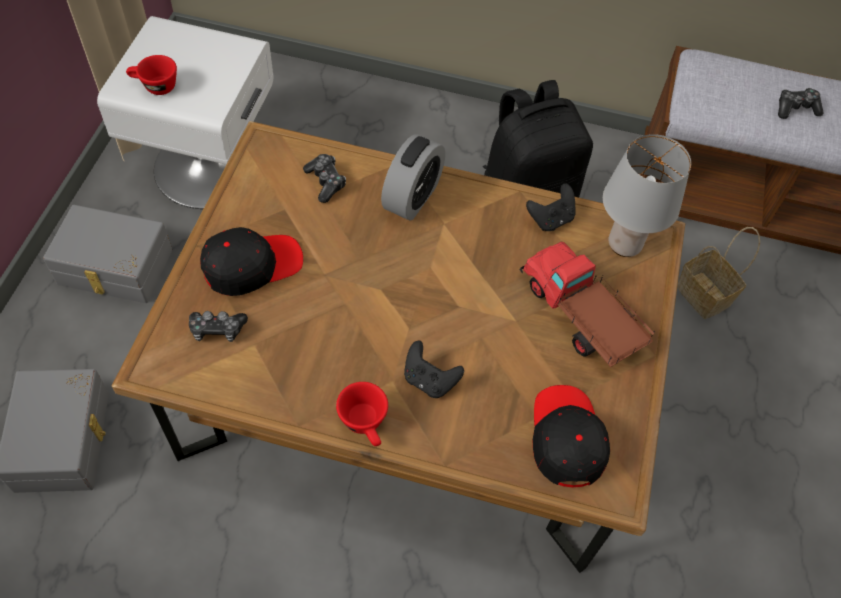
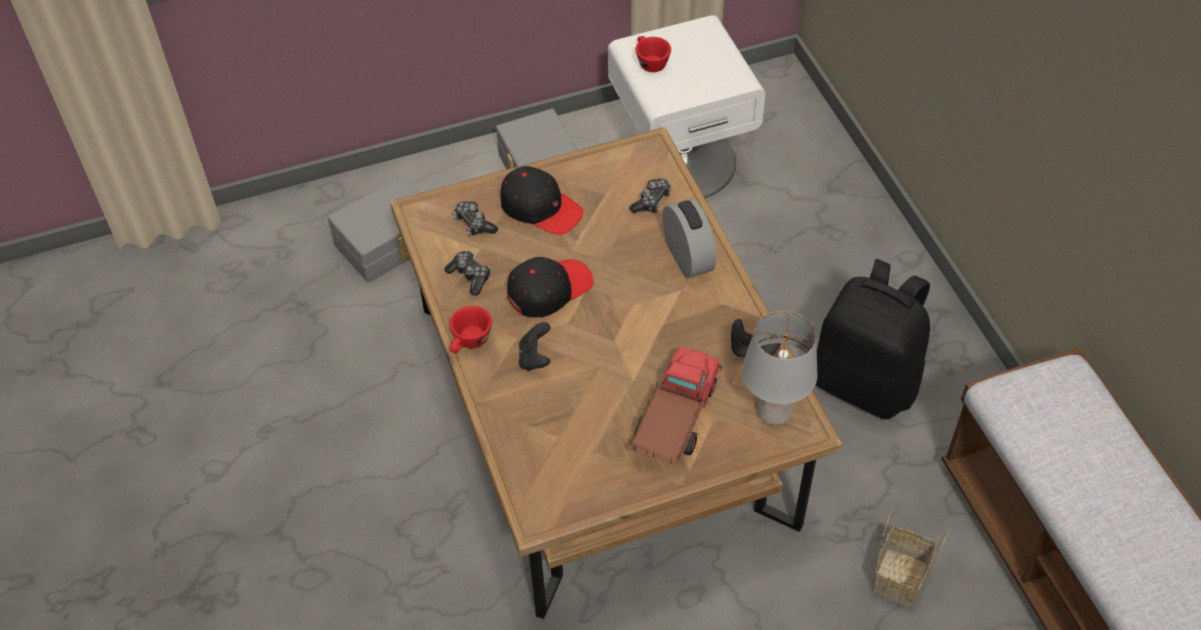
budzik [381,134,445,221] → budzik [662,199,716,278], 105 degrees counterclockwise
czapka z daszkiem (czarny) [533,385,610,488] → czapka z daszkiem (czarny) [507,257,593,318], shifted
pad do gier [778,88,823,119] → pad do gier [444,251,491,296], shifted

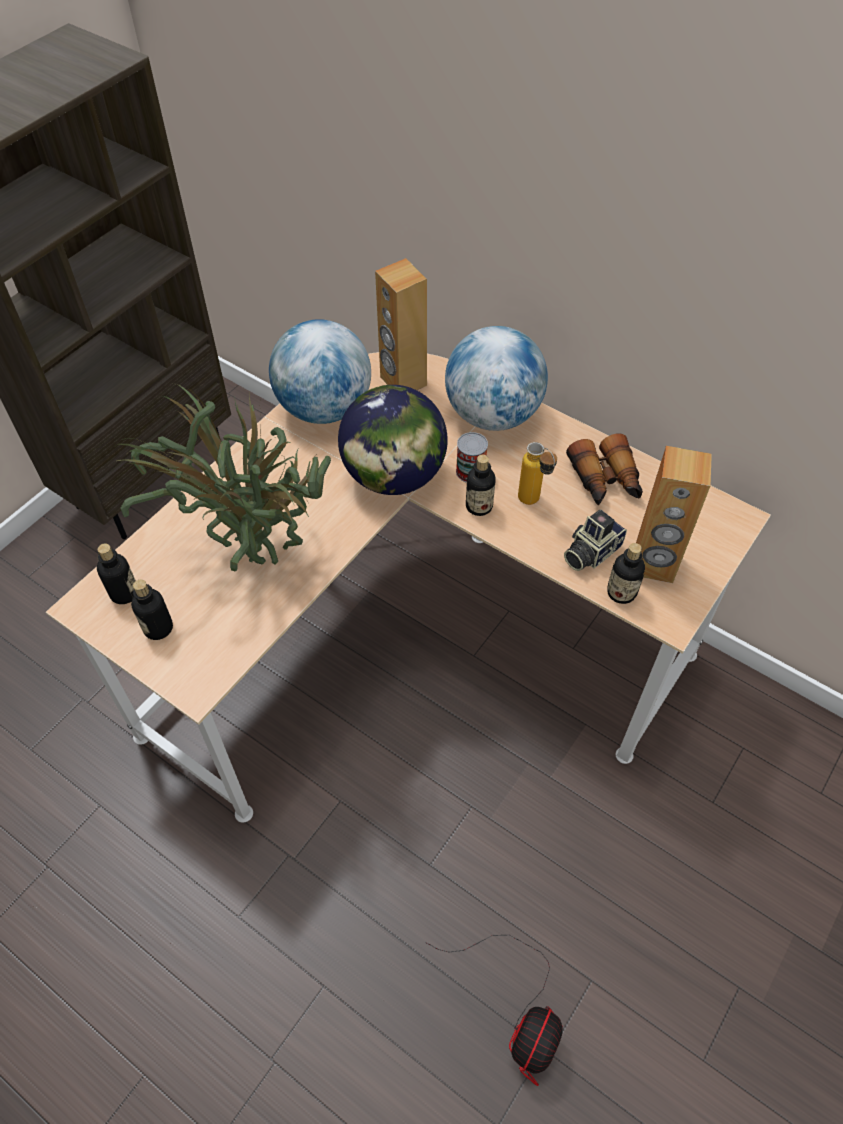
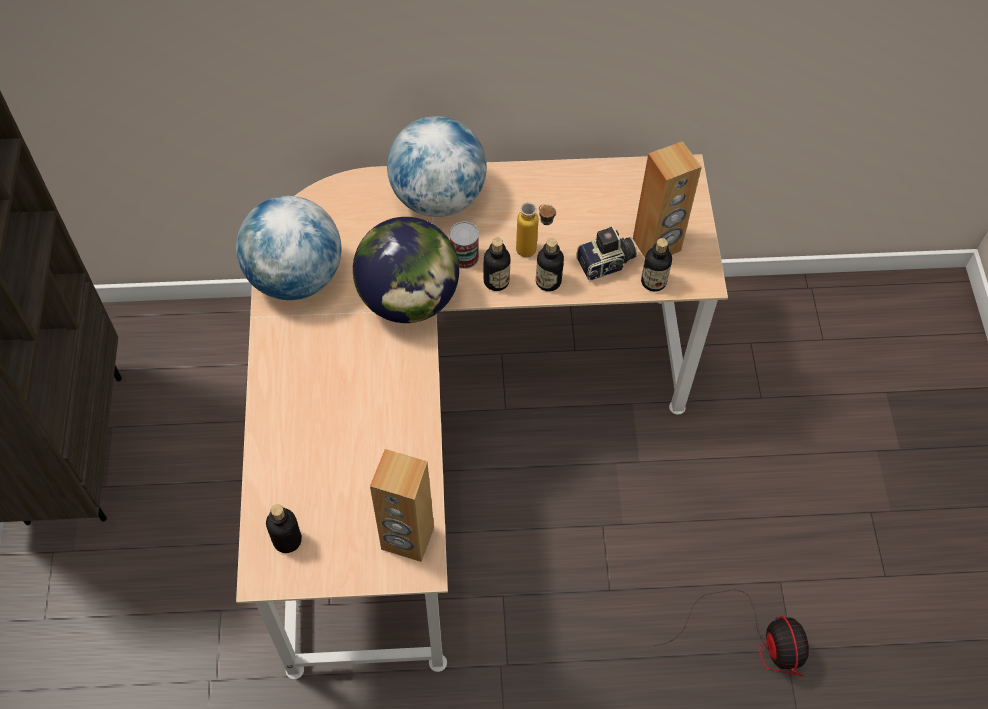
roślina doniczkowa [113,384,331,571] → -
butelka [131,580,173,640] → butelka [536,238,564,291], shifted
głośnik (brązowy) [375,258,427,390] → głośnik (brązowy) [370,449,434,562], shifted
aparat fotograficzny [564,509,627,571] → aparat fotograficzny [577,225,637,281], 120 degrees counterclockwise
lornetka [566,433,643,506] → -

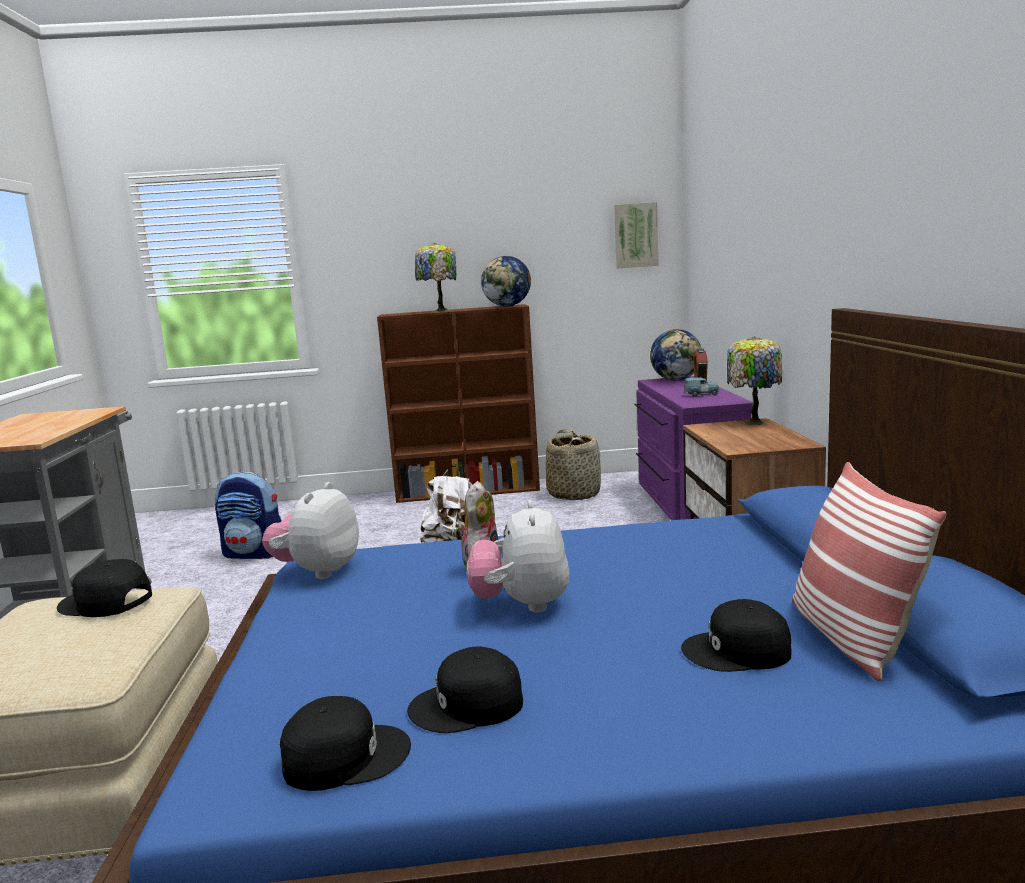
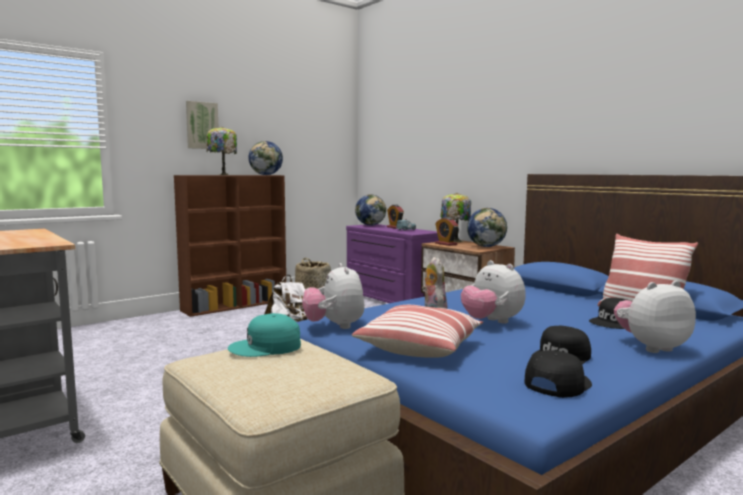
czapka z daszkiem (czarny) [57,559,152,617] → czapka z daszkiem (turkusowy) [228,313,301,357]
plecak [215,472,282,559] → -
obraz [614,202,659,268] → obraz [186,101,218,149], shifted
- → poduszka [352,305,483,358]
- → budzik [435,217,458,246]
- → globus [467,208,507,247]
- → pluszak [614,281,696,353]

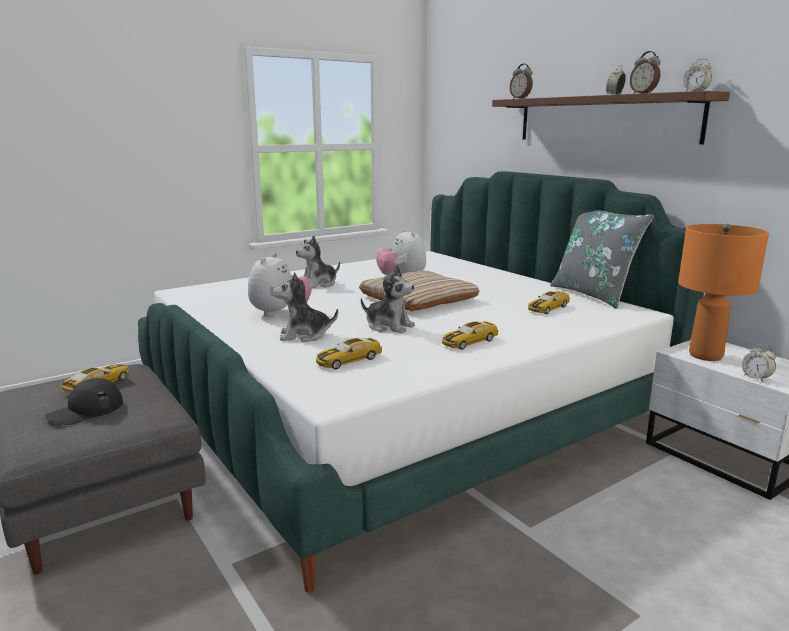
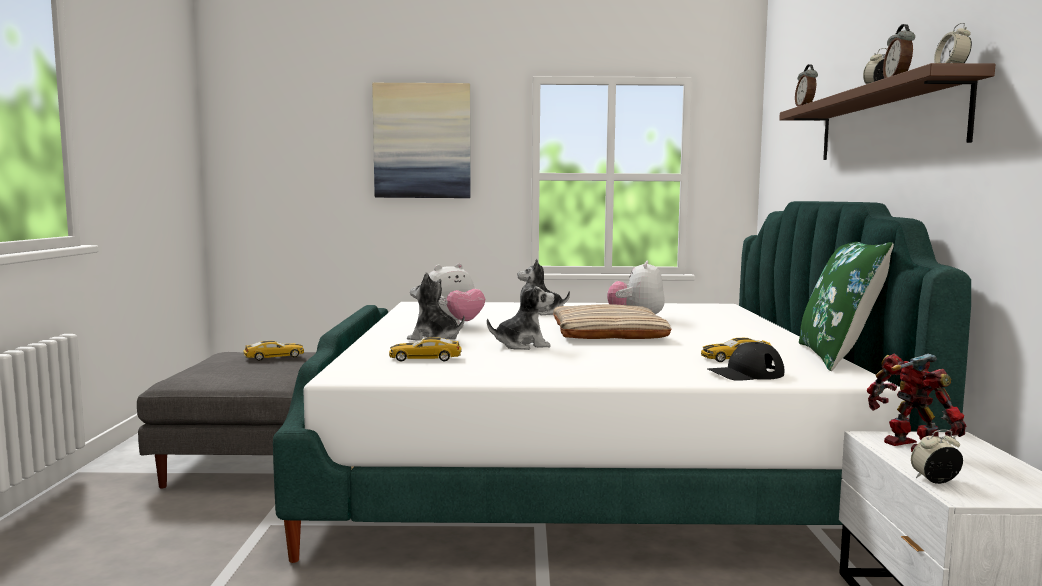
czapka z daszkiem (czarny) [45,378,123,425] → czapka z daszkiem (czarny) [707,342,784,381], shifted
pluszak [361,265,415,333] → pluszak [487,275,554,350], 75 degrees counterclockwise
samochodzik [442,321,499,350] → -
poduszka (szary) [550,210,654,309] → poduszka (zielony) [799,242,894,371]
lampa stołowa (pomarańczowy) [678,224,769,361] → robot zabawkowy [867,354,966,452]
budzik [742,344,776,382] → budzik [911,429,963,484], 75 degrees clockwise
- → obraz [372,83,471,198]

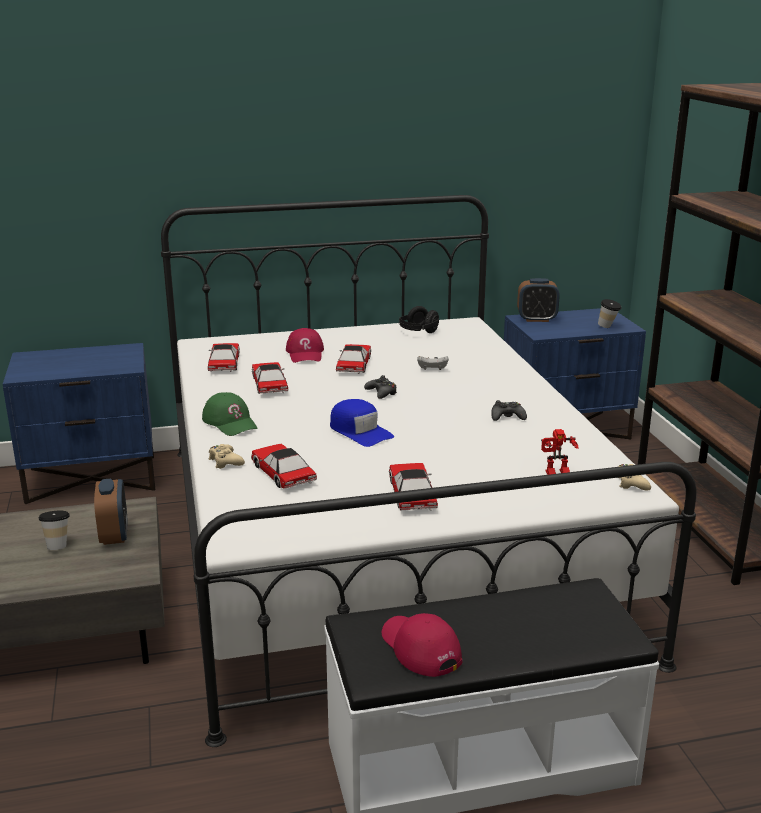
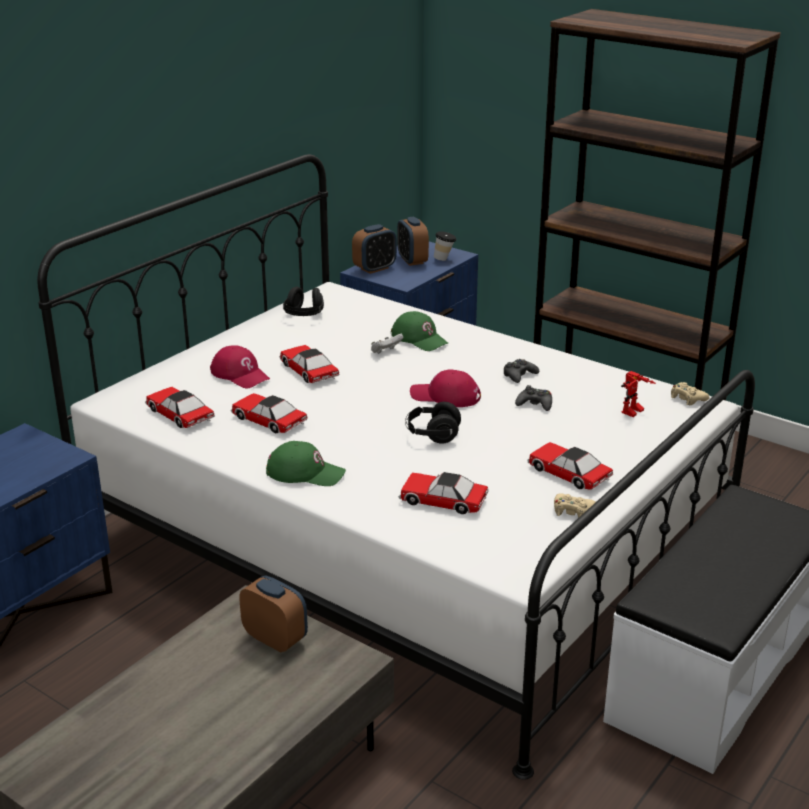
filiżanka [38,511,70,550] → -
pad do gier (beżowy) [209,444,245,469] → pad do gier (beżowy) [554,493,596,518], shifted
czapka z daszkiem (niebieski) [330,399,394,447] → słuchawki (czarny) [406,402,461,444]
pad do gier (czarny) [364,375,397,399] → pad do gier (czarny) [515,385,552,411], shifted
czapka z daszkiem (czerwony) [382,613,463,677] → czapka z daszkiem (czerwony) [410,369,481,407], shifted
- → czapka z daszkiem (zielony) [391,311,449,351]
- → budzik [397,217,429,266]

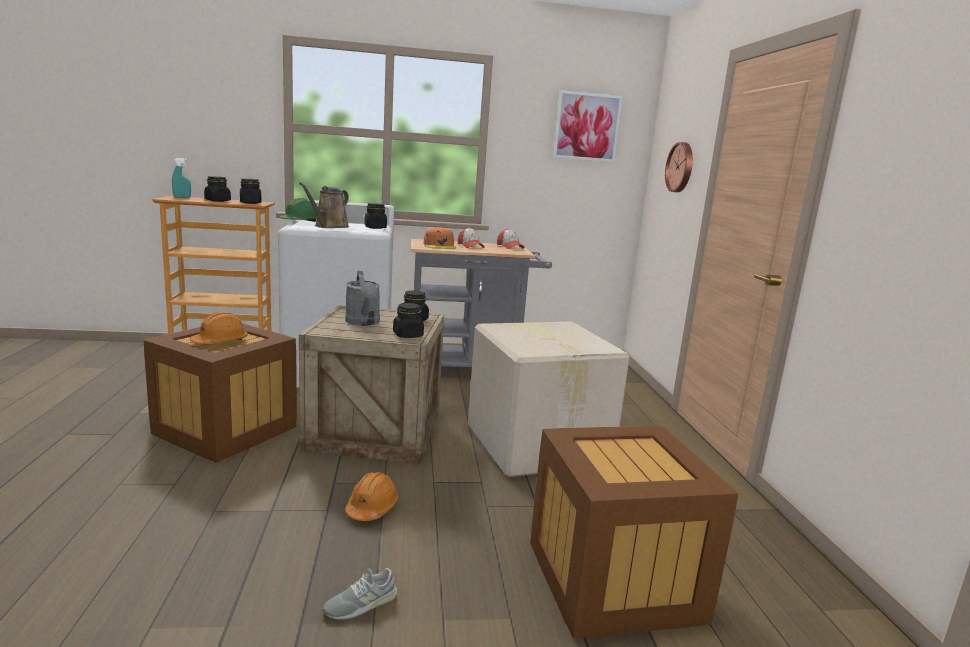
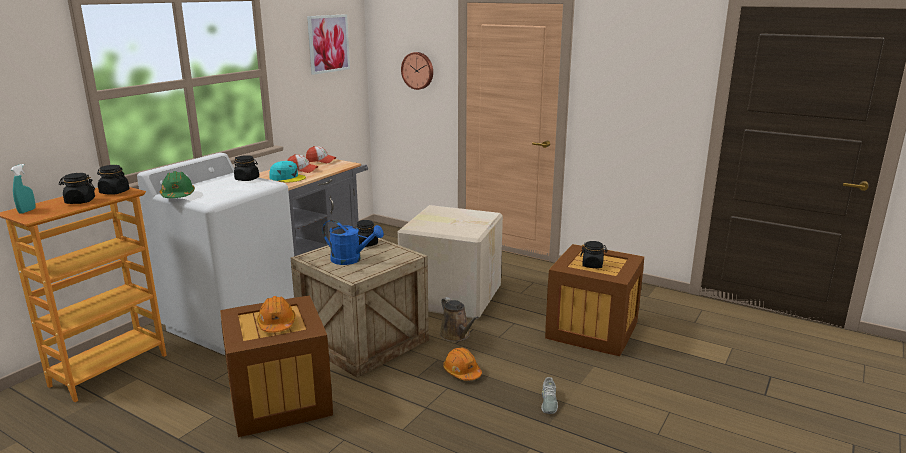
konewka (brązowy) [299,183,349,228] → konewka (brązowy) [440,297,479,342], shifted
konewka (szary) [345,271,380,326] → konewka (niebieski) [322,220,384,265]
słoik (czarny) [393,303,424,338] → słoik (czarny) [580,241,608,268], shifted
czapka z daszkiem (pomarańczowy) [424,227,456,249] → czapka z daszkiem (turkusowy) [269,161,306,183]

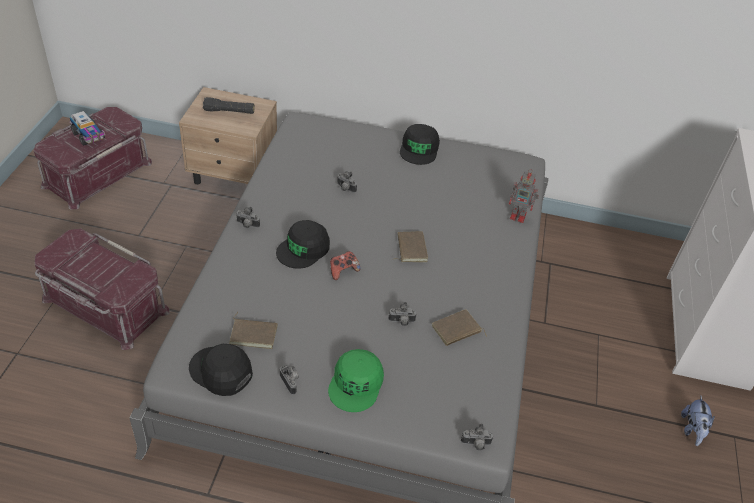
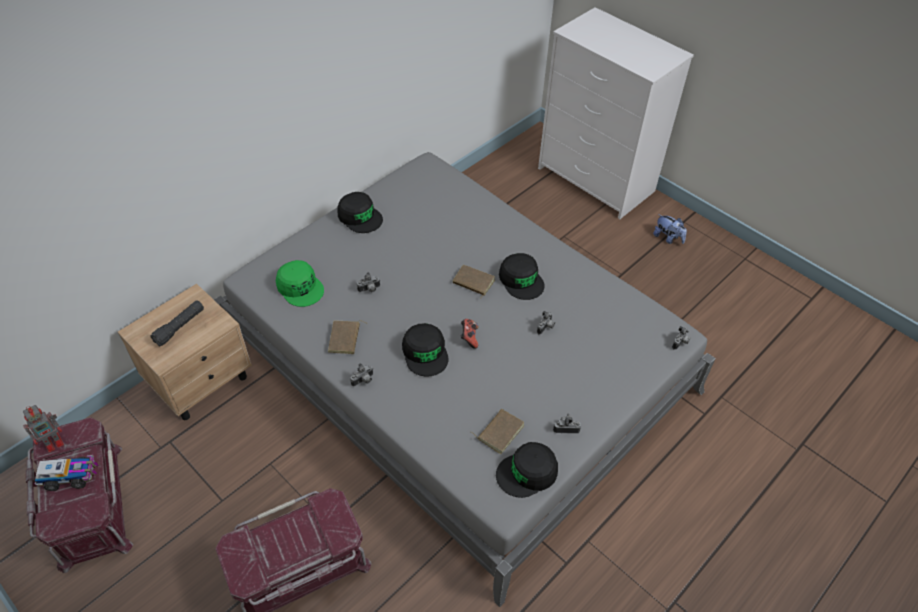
czapka z daszkiem (zielony) [328,349,384,412] → czapka z daszkiem (zielony) [276,260,324,307], shifted
książka (brązowy) [432,309,487,346] → książka (brązowy) [328,320,368,354], shifted
robot zabawkowy [509,169,539,223] → robot zabawkowy [23,405,64,453], shifted
- → czapka z daszkiem (czarny) [499,253,545,300]

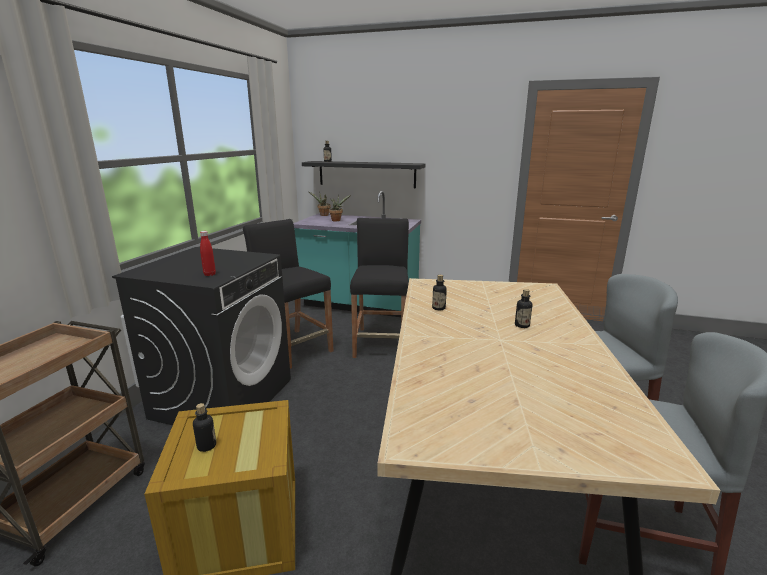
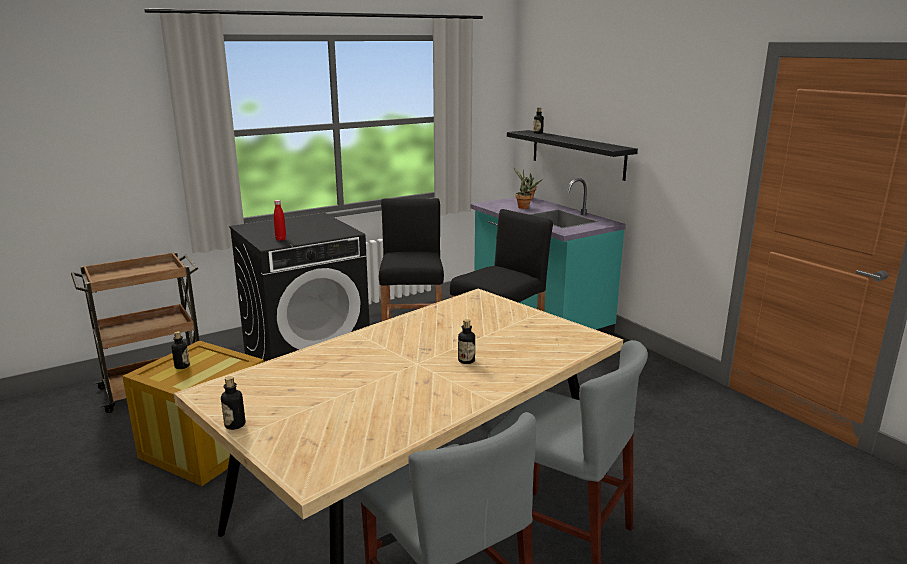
butelka [432,275,447,310] → butelka [221,376,245,430], shifted

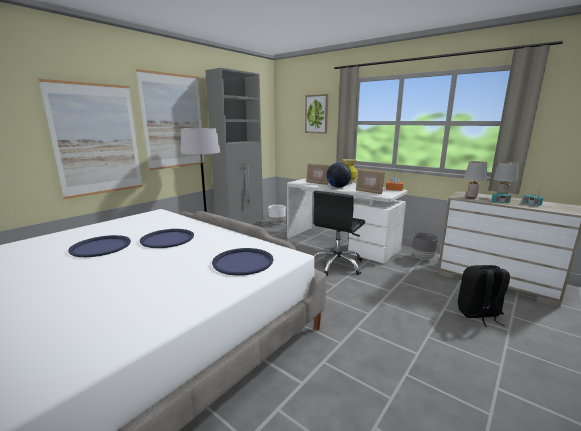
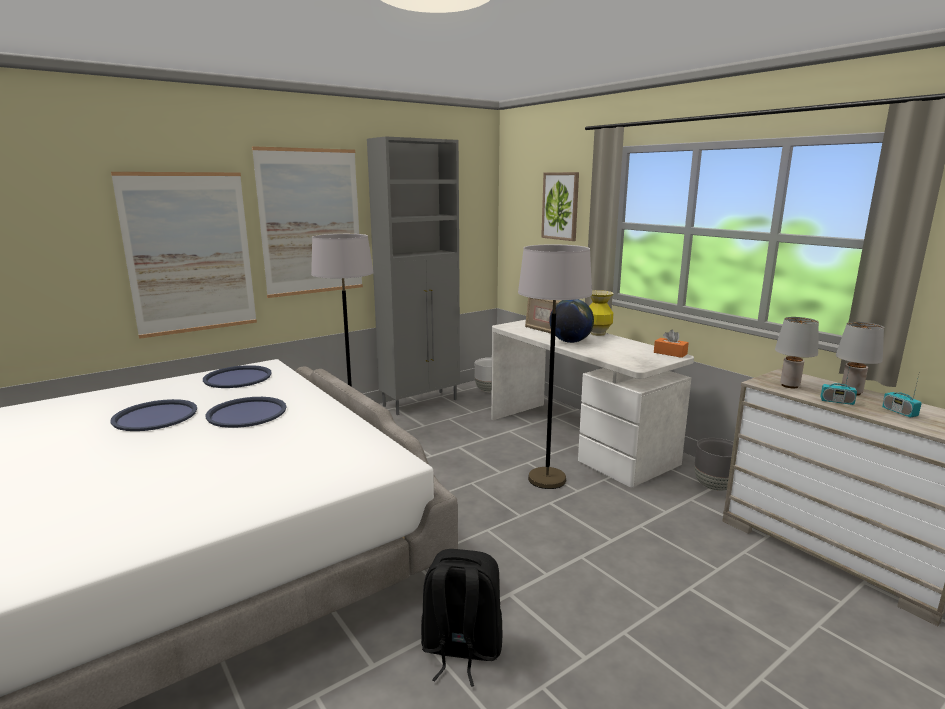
taca (niebieski) [212,248,273,276] → taca (niebieski) [203,365,272,388], shifted
krzesło biurowe (czarny) [314,191,365,276] → lampa stojąca (szary) [518,244,592,489]
ramka na zdjęcie [356,169,385,194] → -
plecak (czarny) [458,265,510,327] → plecak (czarny) [421,549,502,687], shifted

